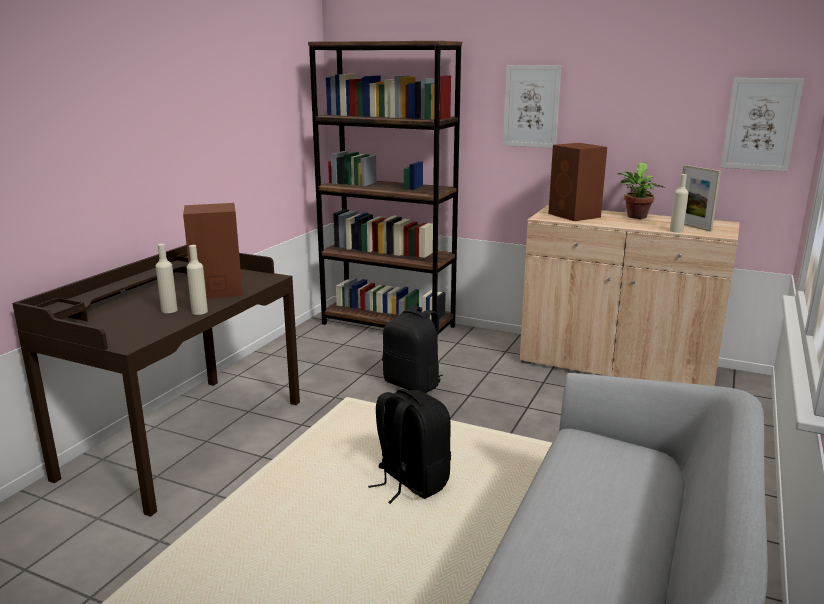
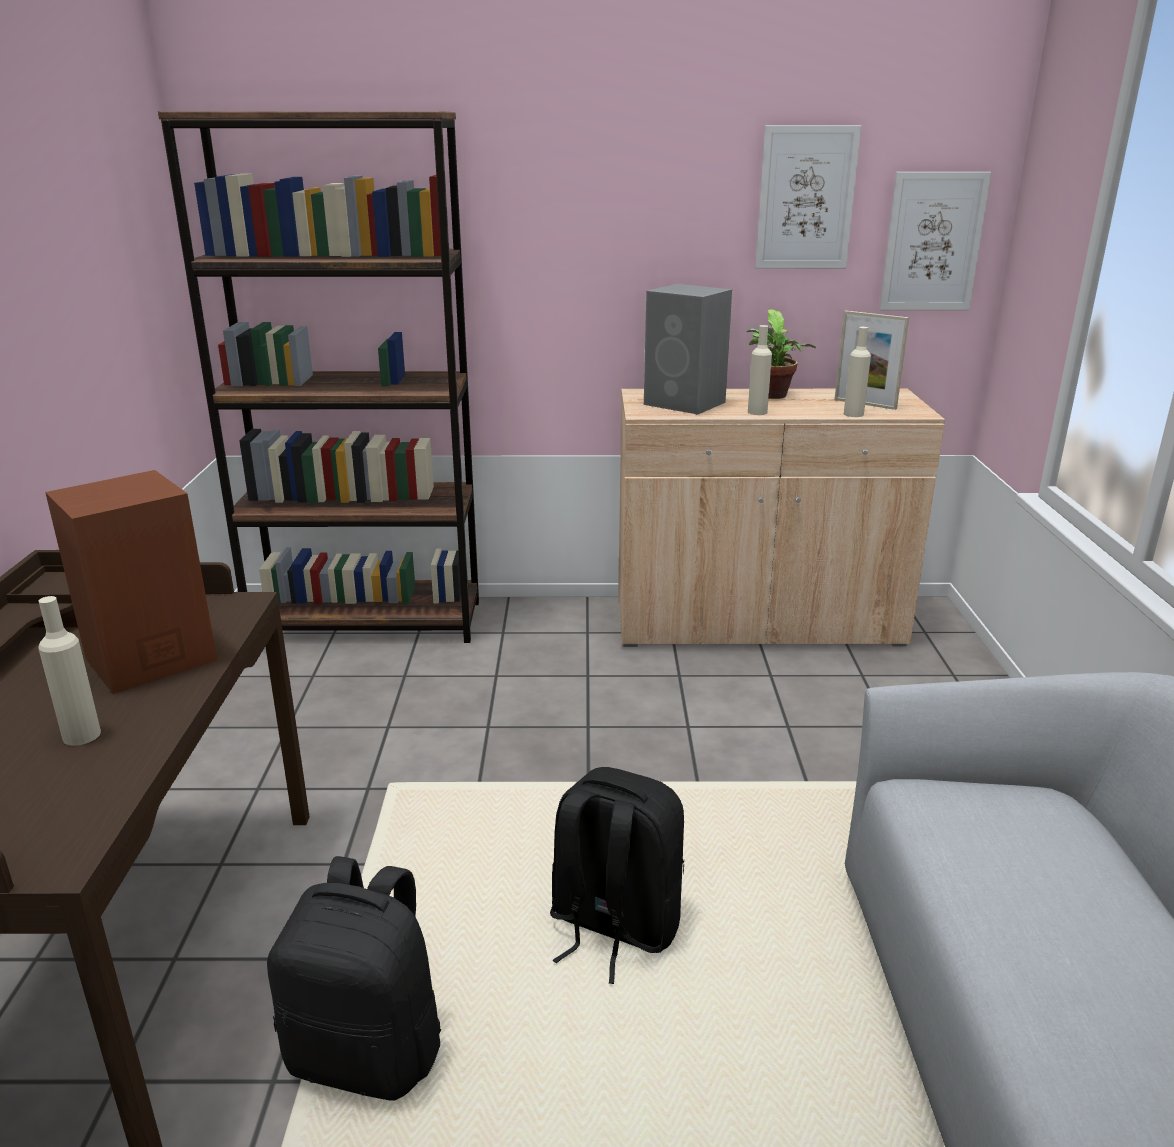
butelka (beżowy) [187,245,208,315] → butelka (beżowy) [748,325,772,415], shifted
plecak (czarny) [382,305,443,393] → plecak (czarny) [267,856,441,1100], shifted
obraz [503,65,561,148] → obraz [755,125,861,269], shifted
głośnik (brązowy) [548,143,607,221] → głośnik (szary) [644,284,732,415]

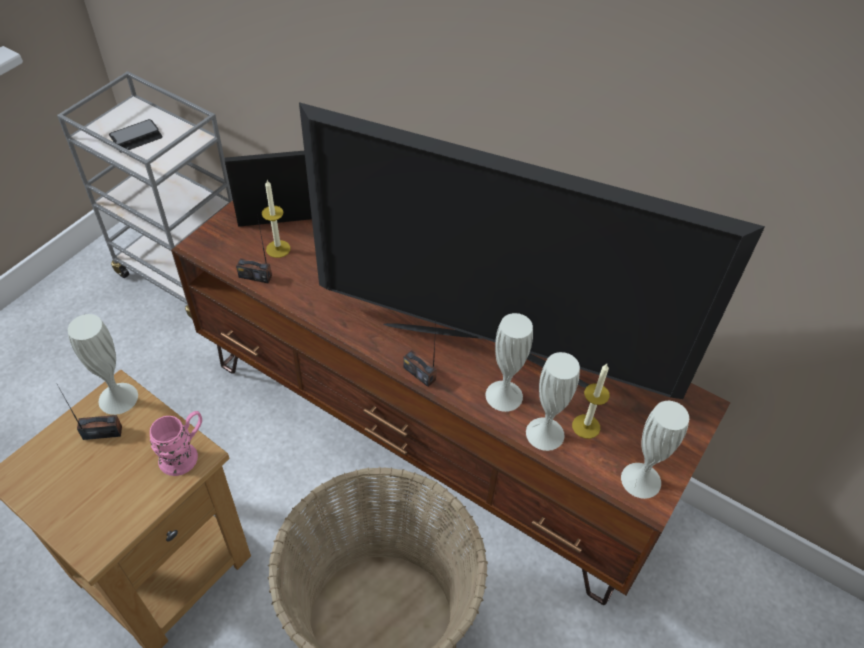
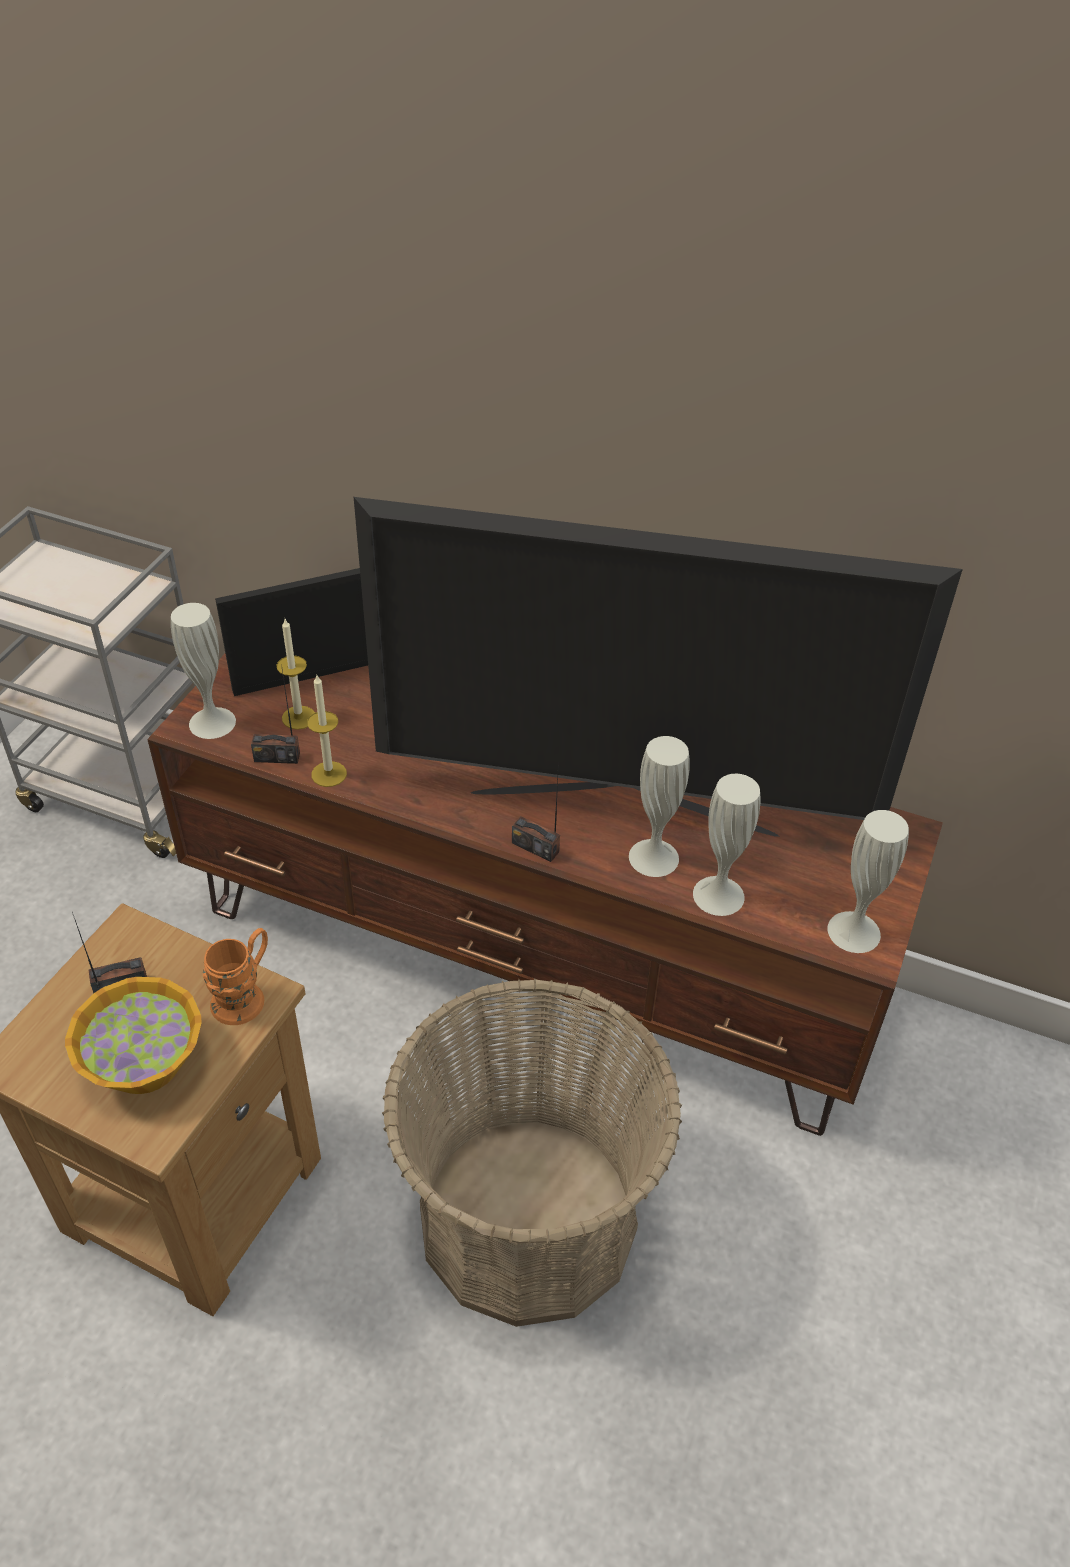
wazon (biały) [68,314,138,415] → wazon (biały) [171,603,236,739], shifted
telefon [109,119,162,153] → -
kubek (różowy) [150,411,202,476] → kubek (pomarańczowy) [203,928,268,1025]
świeca [572,364,610,439] → świeca [307,675,347,787], shifted
- → miska [65,977,202,1094]

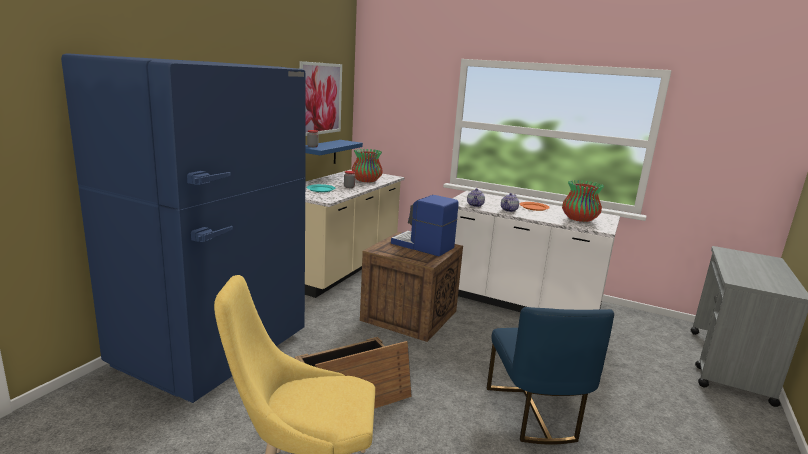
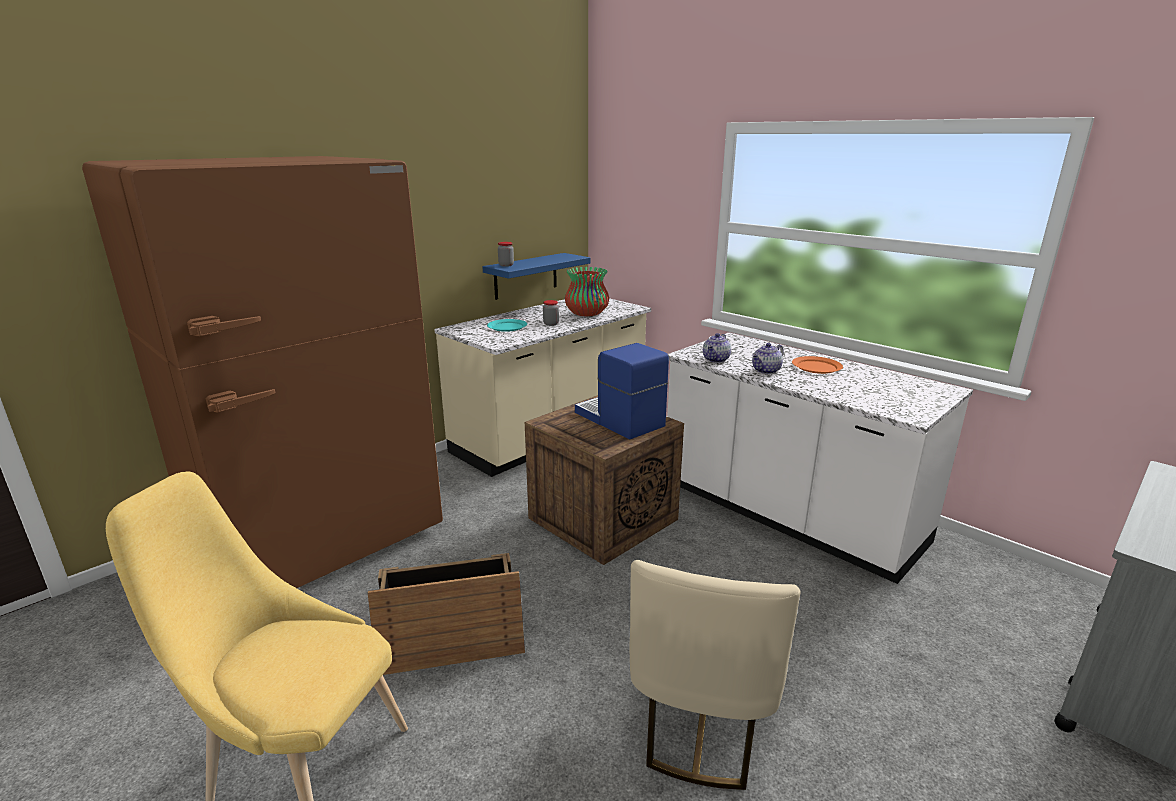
lodówka (niebieski) [61,53,306,403] → lodówka (brązowy) [82,156,443,588]
obraz [299,61,342,136] → -
krzesło (niebieski) [487,307,614,445] → krzesło (beżowy) [629,560,801,790]
wazon [562,180,604,222] → -

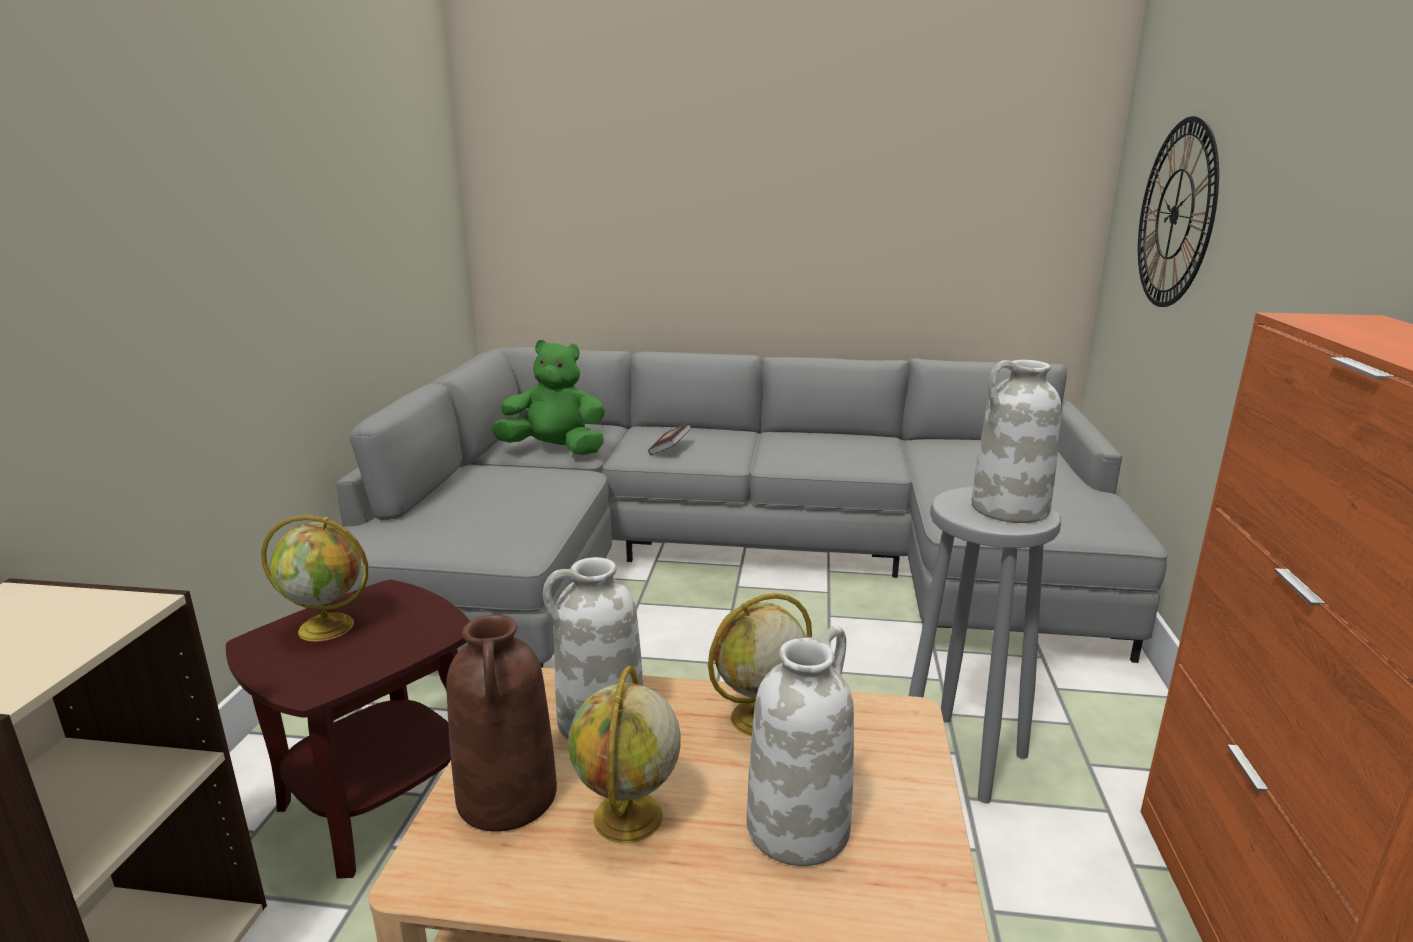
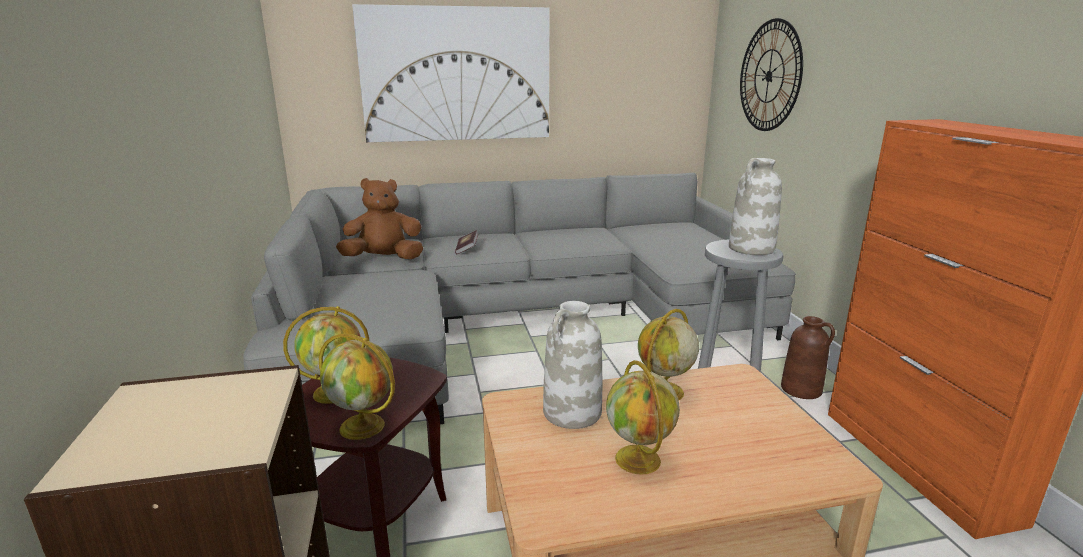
wazon (brązowy) [446,615,557,832] → wazon (brązowy) [781,316,835,399], shifted
pluszak (zielony) [491,339,605,455] → pluszak (brązowy) [336,178,423,259]
wazon (biały) [747,626,854,866] → -
- → globus [319,334,395,440]
- → obraz [352,4,550,142]

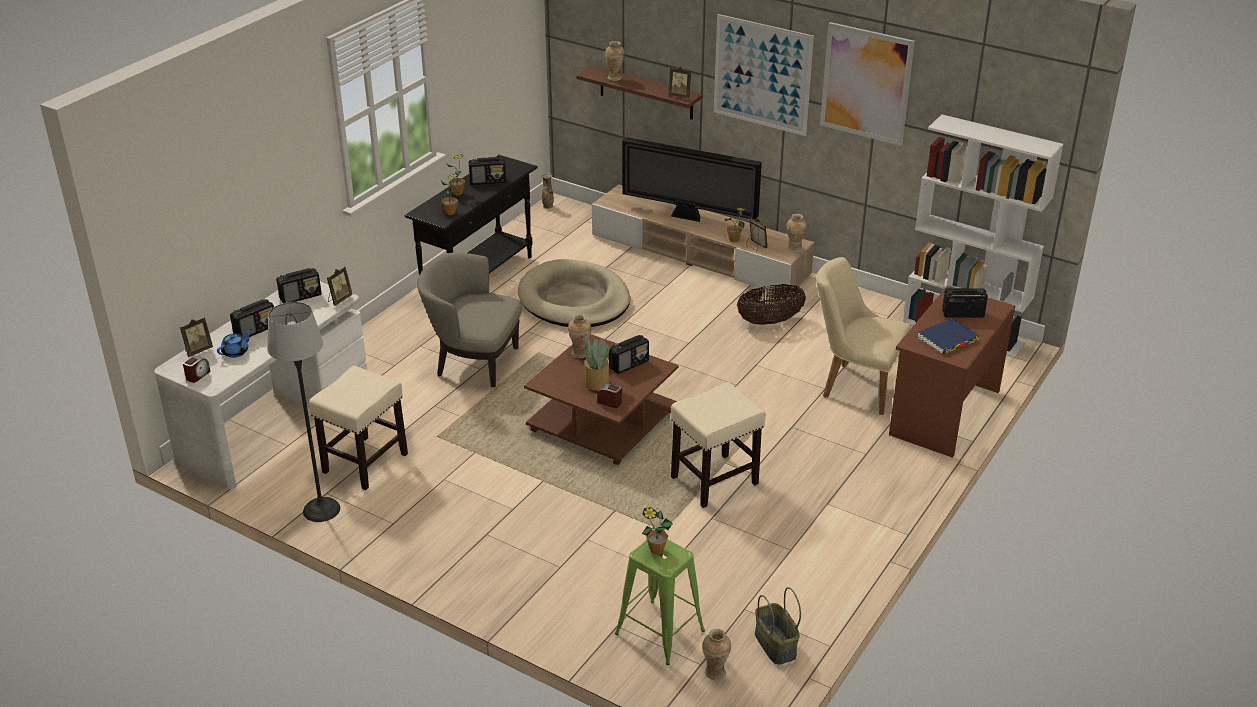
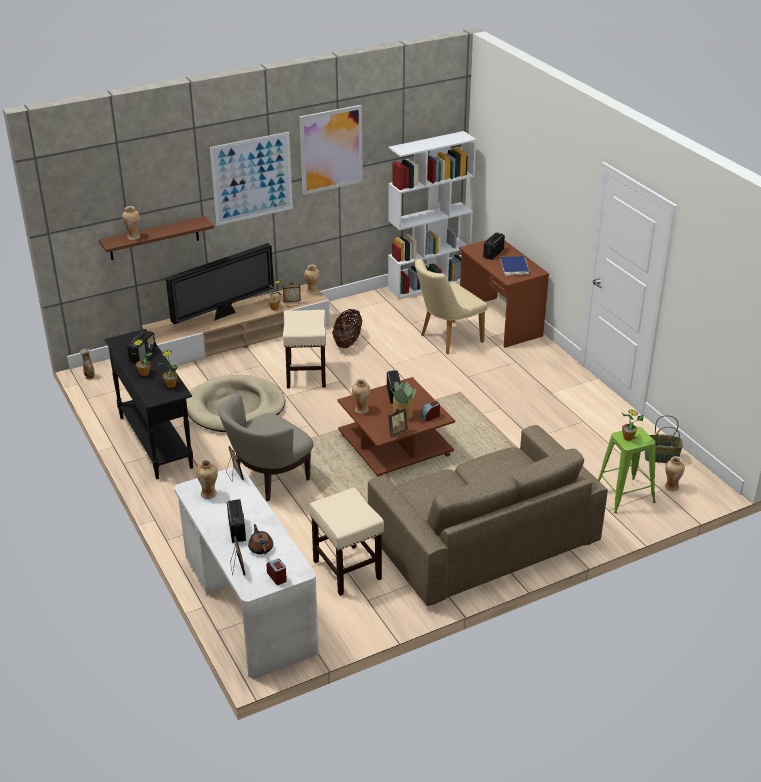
imbryk (niebieski) [217,329,252,358] → imbryk (brązowy) [248,524,273,554]
lampa stojąca [267,302,340,522] → -
radio [276,268,322,303] → wazon [196,459,218,499]
ramka na zdjęcie [668,67,691,98] → ramka na zdjęcie [387,408,408,437], shifted
stołek (beżowy) [671,382,766,508] → stołek (beżowy) [283,310,326,389], shifted
- → kanapa (brązowy) [368,425,608,606]

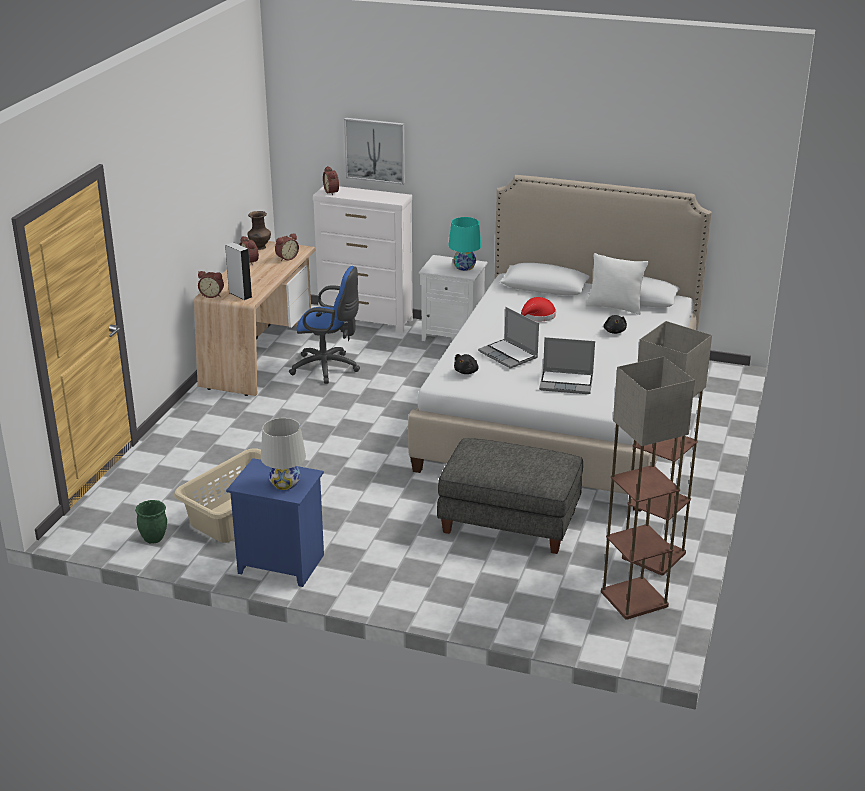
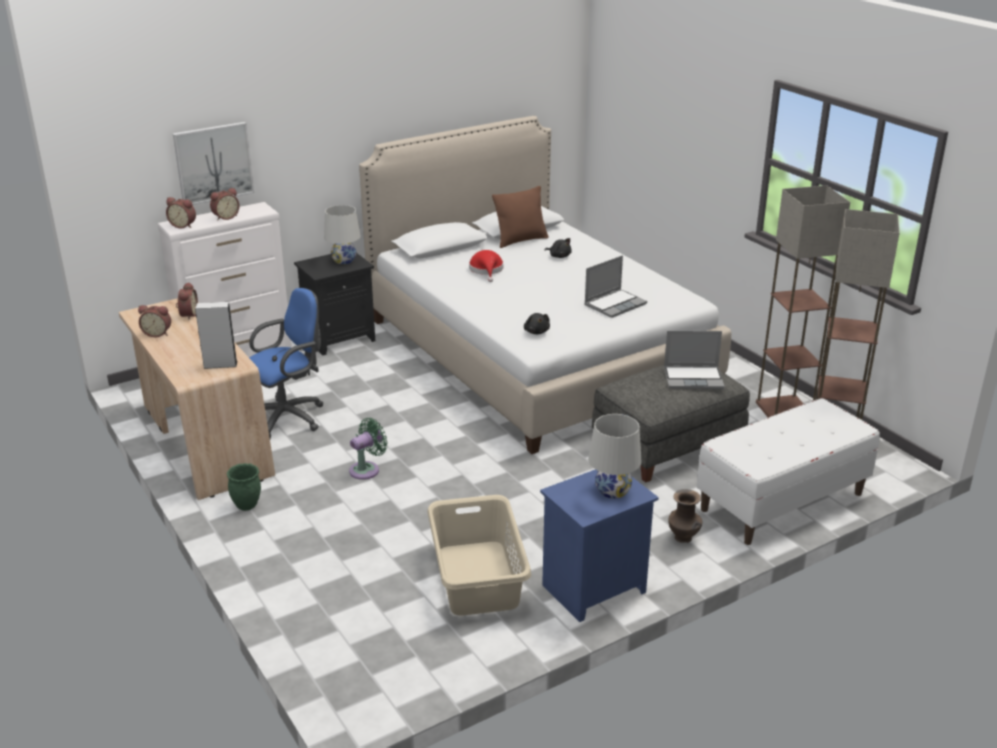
donica (zielony) [135,500,167,543] → donica (zielony) [227,463,261,511], shifted
budzik [198,271,224,298] → budzik [210,188,240,221], shifted
wazon (brązowy) [248,211,271,250] → wazon (brązowy) [668,489,702,543], shifted
szafka nocna (biały) [419,255,488,341] → szafka nocna (czarny) [294,253,375,355]
lampa stołowa (turkusowy) [448,217,481,271] → lampa stołowa (biały) [324,205,361,264]
laptop [478,307,539,369] → laptop [664,331,725,389], shifted
poduszka (biały) [586,253,648,315] → poduszka (brązowy) [492,186,549,248]
- → wentylator (zielony) [349,418,388,480]
- → ławka (biały) [696,398,880,545]

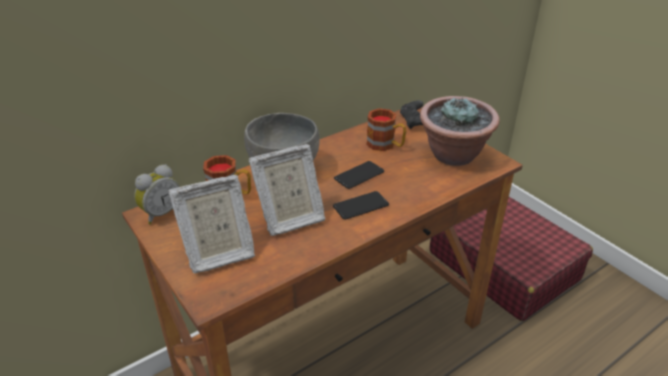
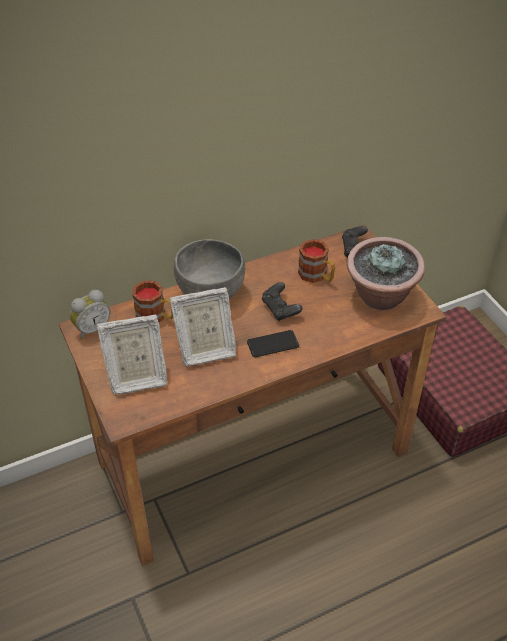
telefon [334,161,384,189] → pad do gier (czarny) [262,282,303,321]

